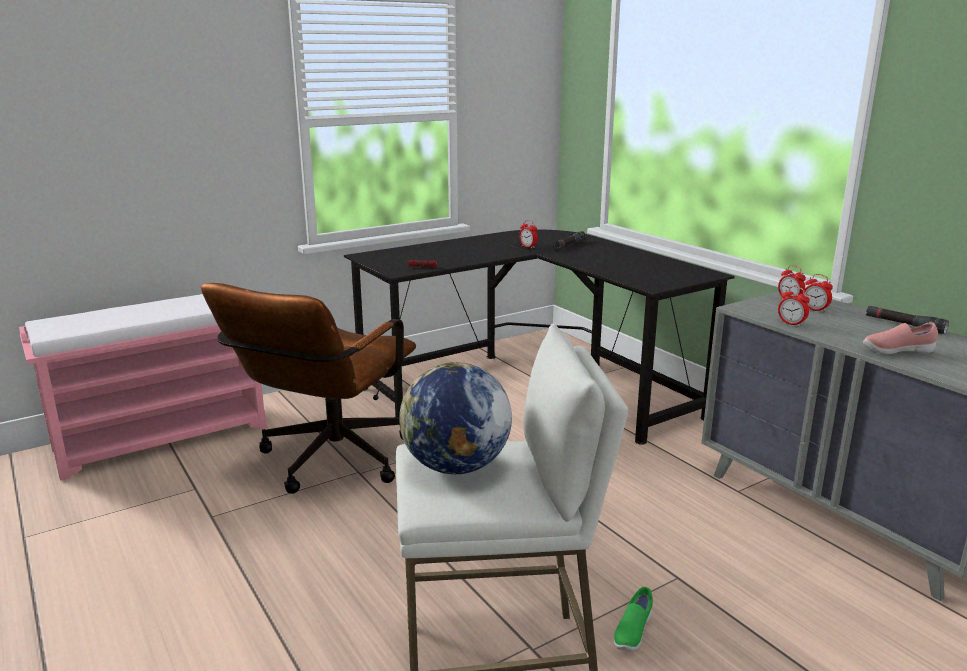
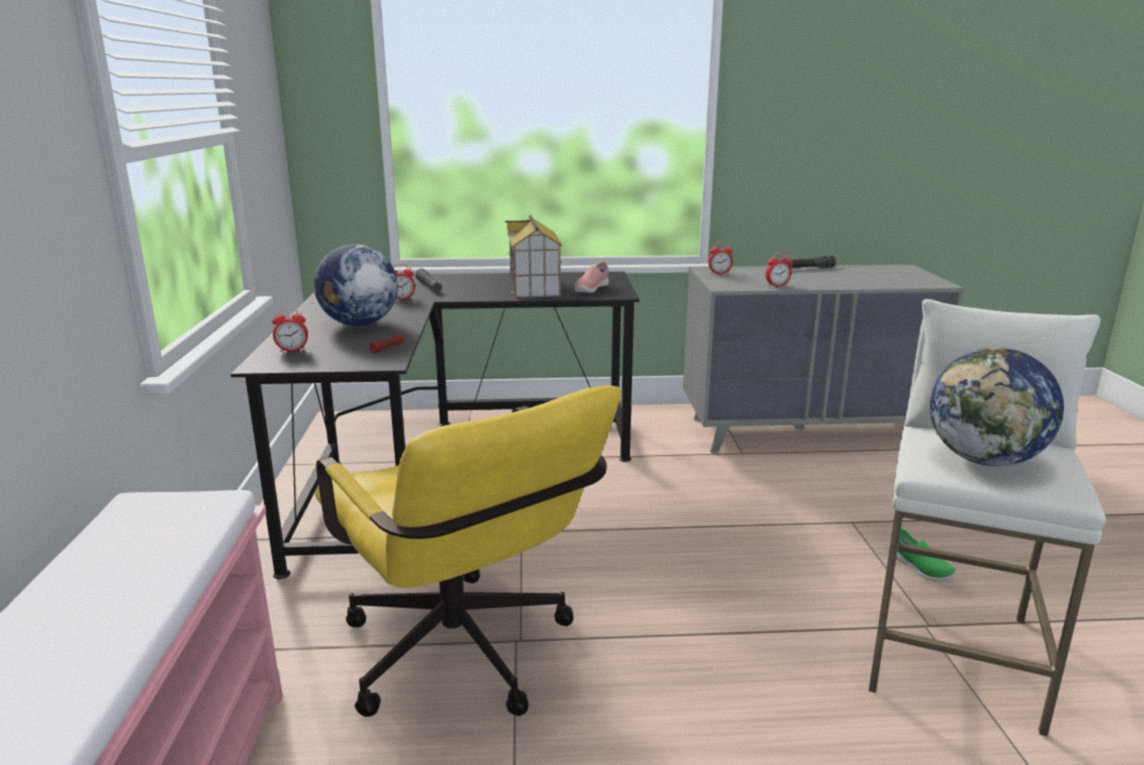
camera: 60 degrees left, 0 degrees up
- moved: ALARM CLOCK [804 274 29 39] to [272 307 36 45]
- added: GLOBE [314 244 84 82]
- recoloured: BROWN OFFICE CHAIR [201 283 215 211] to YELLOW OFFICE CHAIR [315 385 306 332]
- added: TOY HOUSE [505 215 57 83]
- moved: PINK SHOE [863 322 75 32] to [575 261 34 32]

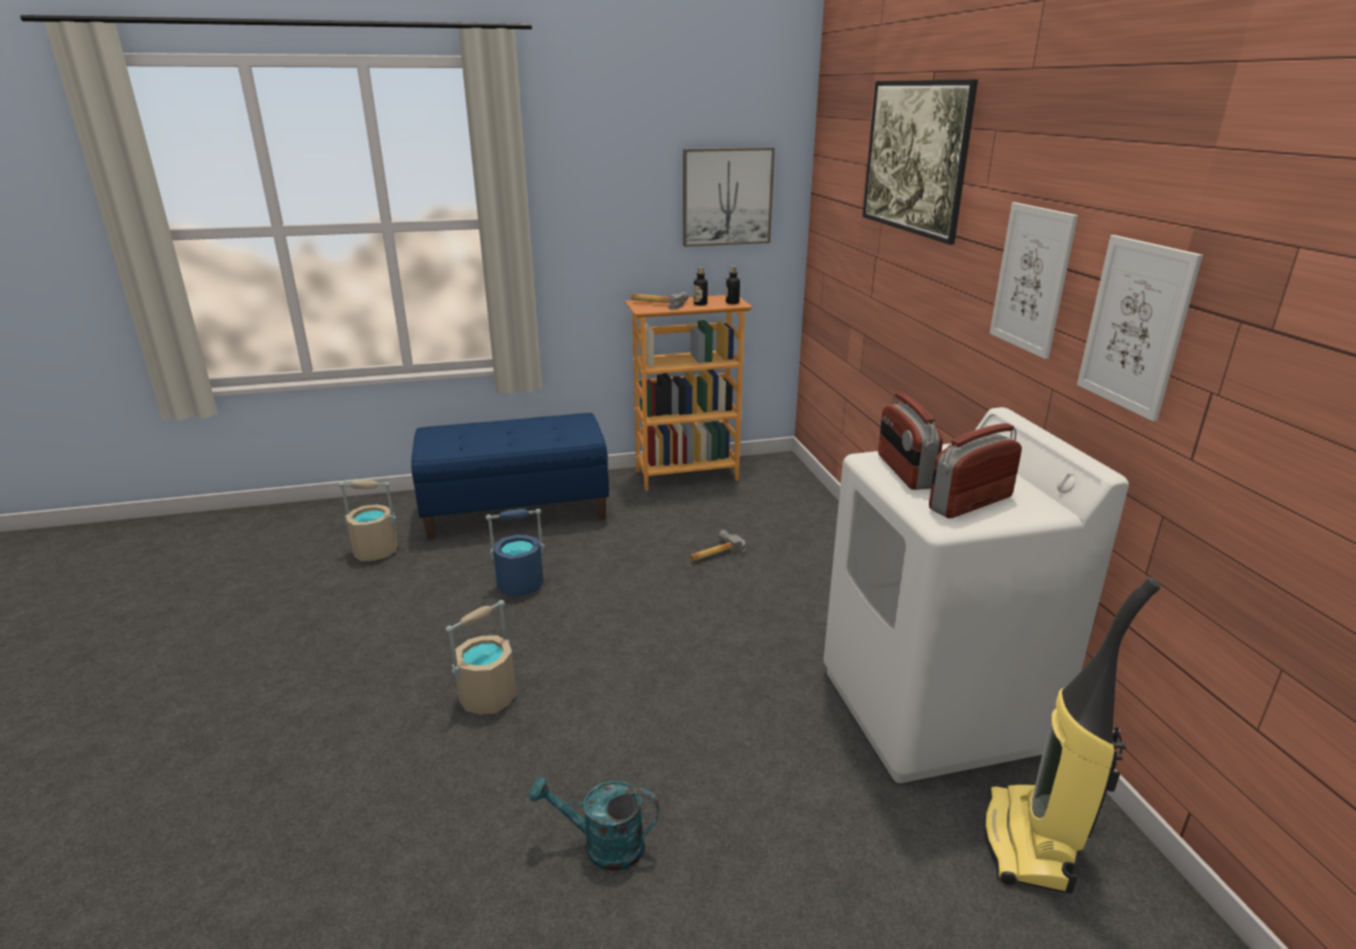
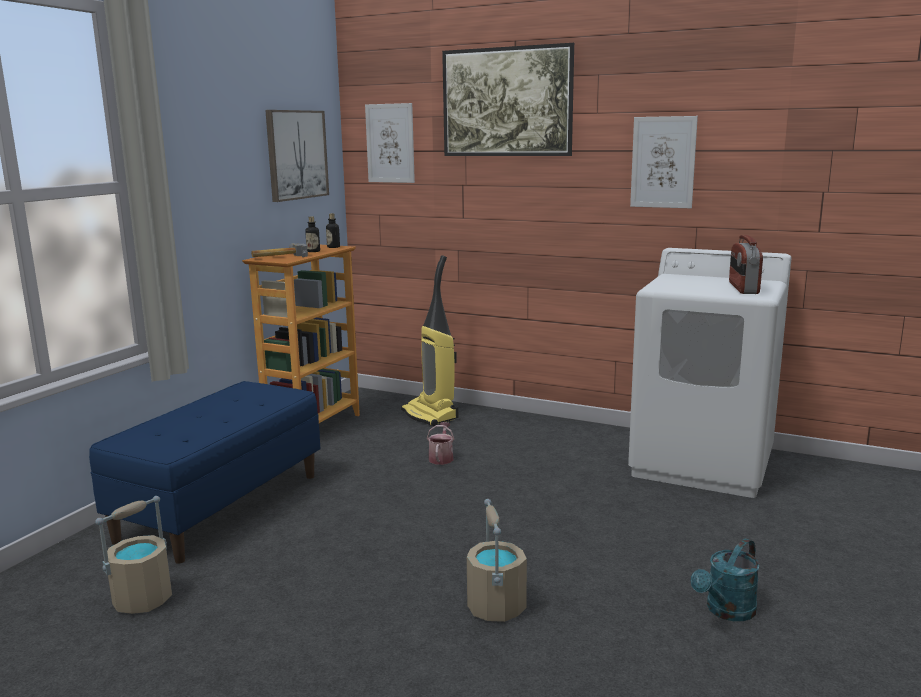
camera: 50 degrees left, 10 degrees down
- moved: PICTURE [1077 235 126 187] to [365 103 50 80]
- moved: VACUUM CLEANER [984 577 177 316] to [401 255 57 171]
- replaced: HAMMER [689 530 56 32] to WATERING CAN [427 422 27 43]
- removed: BLUE BUCKET [486 509 59 88]
- removed: RADIO [878 392 65 98]

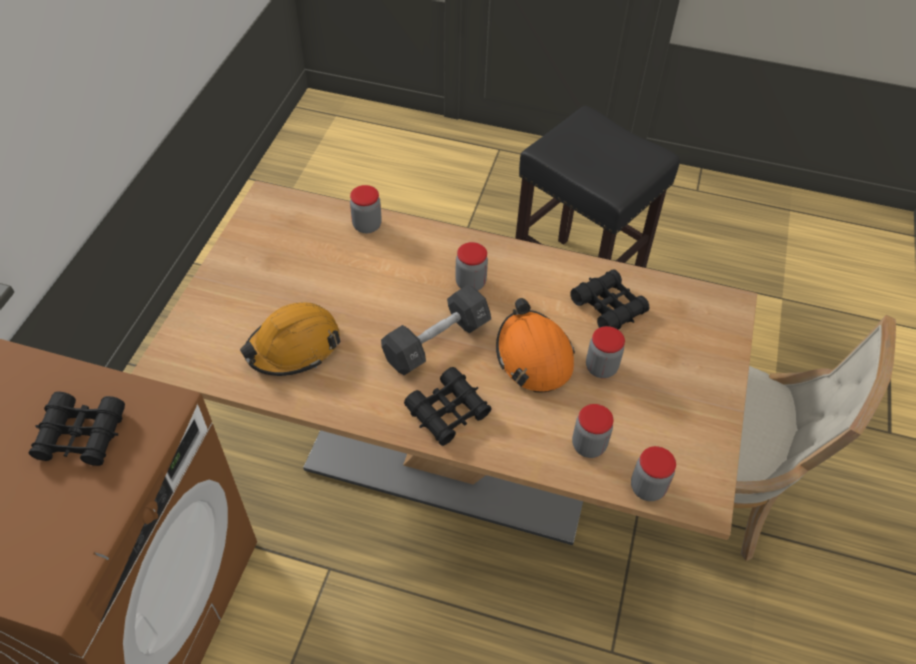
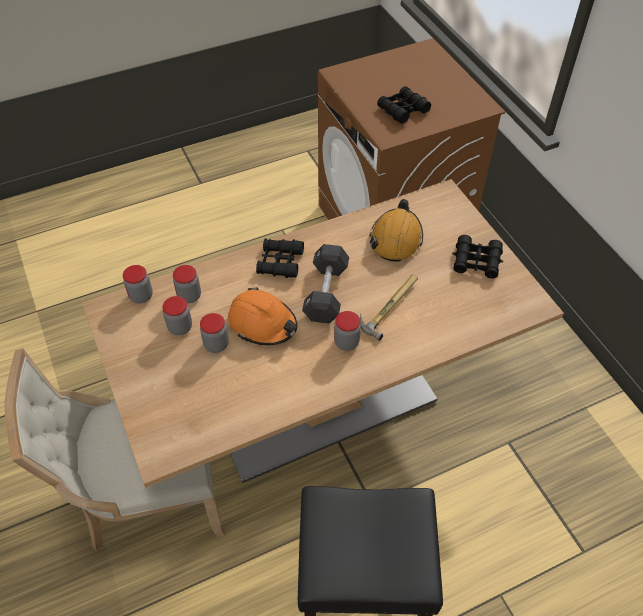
camera: 140 degrees right, 0 degrees up
- moved: JAR [350 185 32 48] to [163 296 29 39]
- added: HAMMER [360 274 58 67]
- moved: BLACK BINOCULARS [570 269 79 61] to [452 235 51 43]

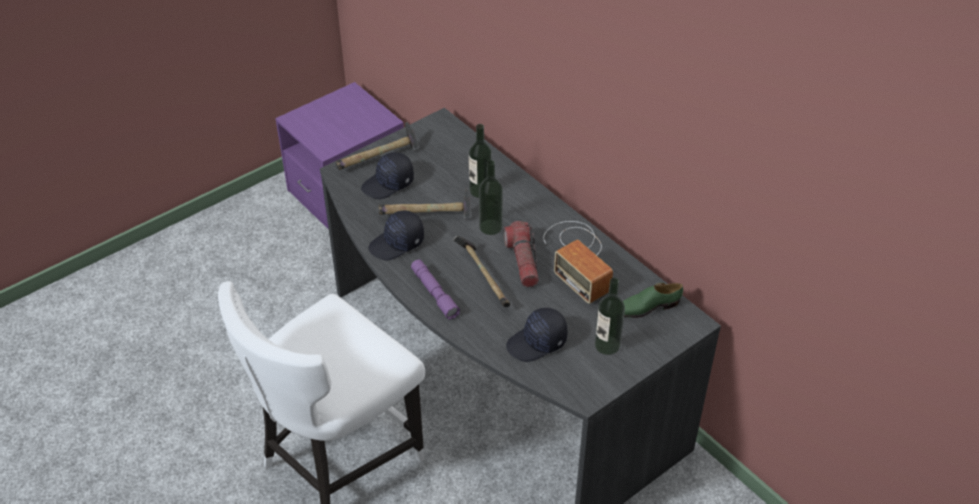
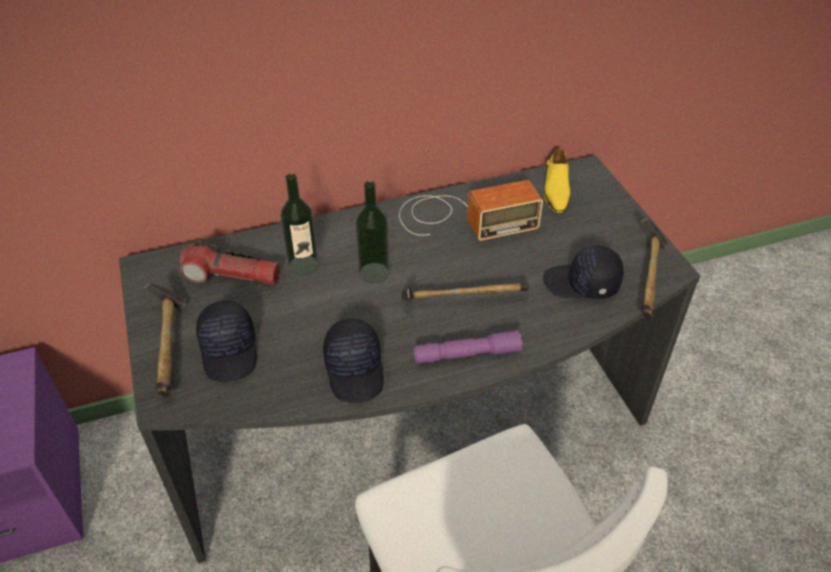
camera: 70 degrees left, 0 degrees up
- moved: FLASHLIGHT [504 221 35 66] to [180 239 100 46]
- turned: BLACK CAP [506 308 62 54] = [543 246 81 53] 105 degrees clockwise
- recoloured: GREEN SHOE [623 283 60 35] to YELLOW SHOE [544 148 26 65]
- moved: HAMMER [379 188 92 31] to [641 218 27 101]
- removed: BOTTLE [595 278 30 77]

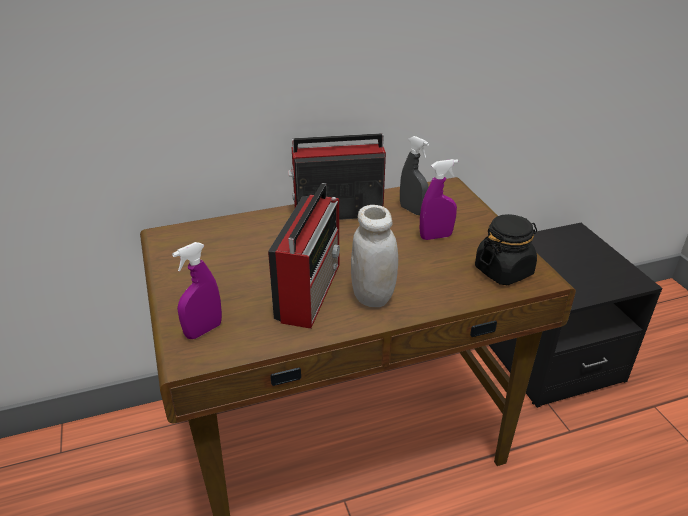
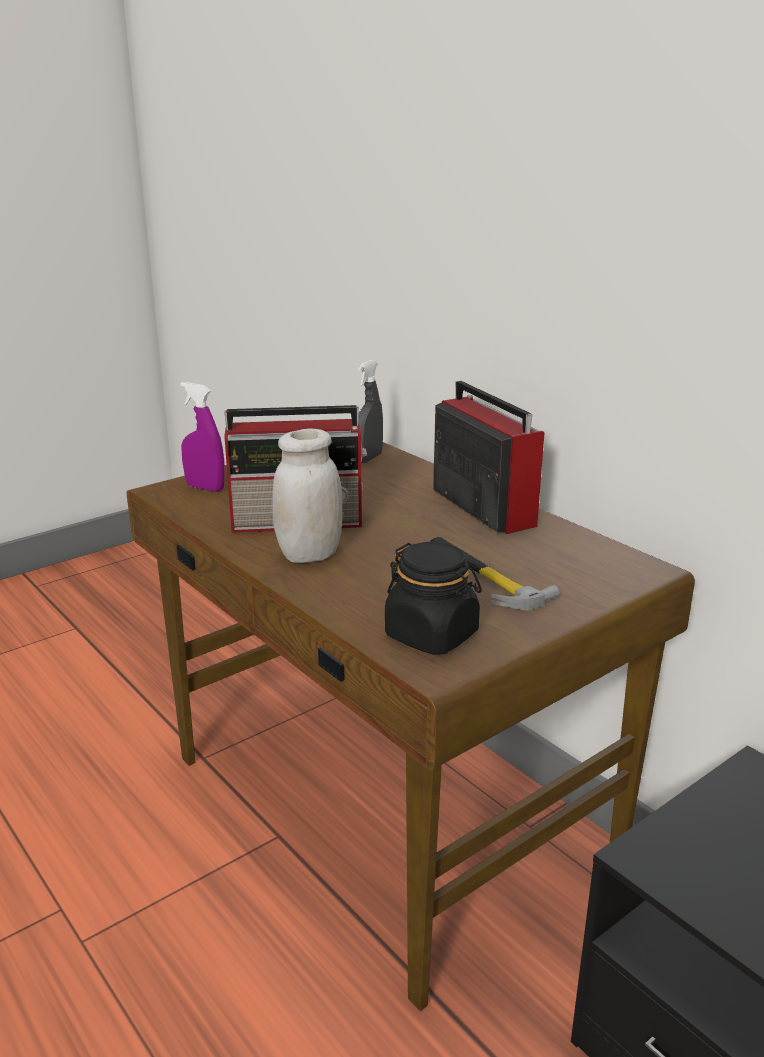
camera: 70 degrees right, 10 degrees down
- moved: GREY SPRAY BOTTLE [400 136 29 79] to [358 360 25 103]
- replaced: PURPLE SPRAY BOTTLE [420 159 38 81] to HAMMER [430 537 129 74]

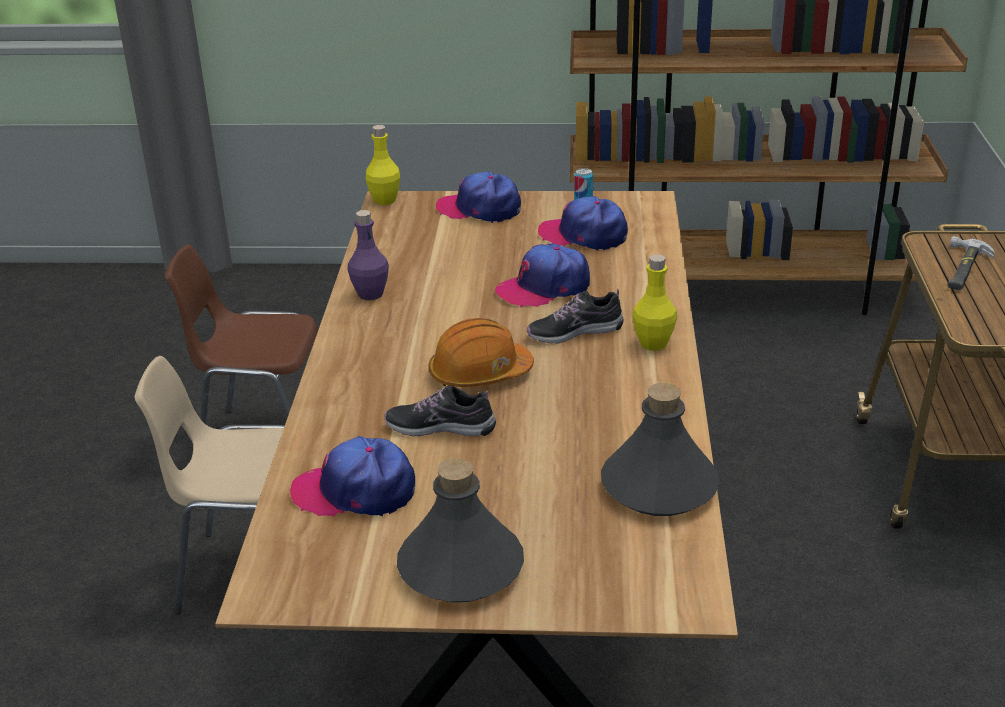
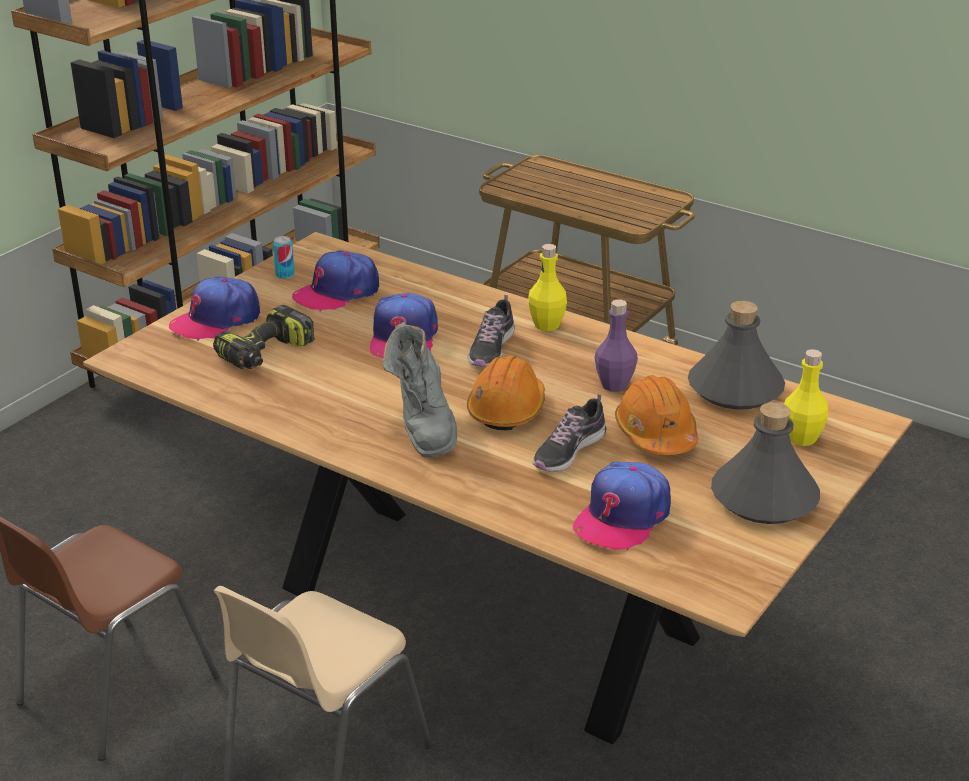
camera: 60 degrees left, 0 degrees up
- added: POWER DRILL [213 305 102 64]
- added: GREY BOOT [383 322 74 136]
- moved: PURPLE BOTTLE [347 210 42 90] to [595 299 43 93]
- added: ORANGE HARD HAT [615 376 83 79]
- moved: YELLOW BOTTLE [366 125 34 80] to [784 349 44 97]
- removed: HAMMER [947 236 48 54]

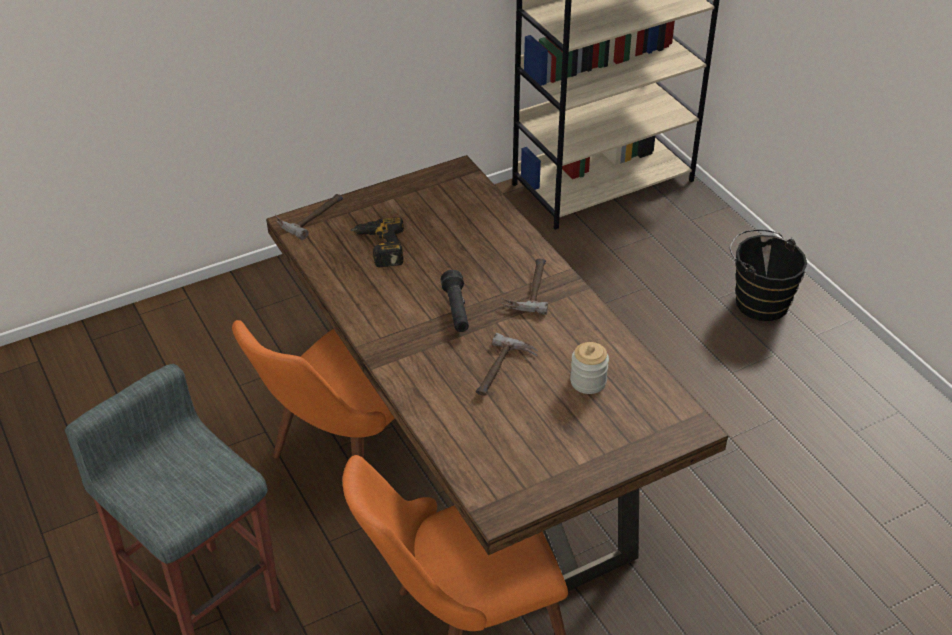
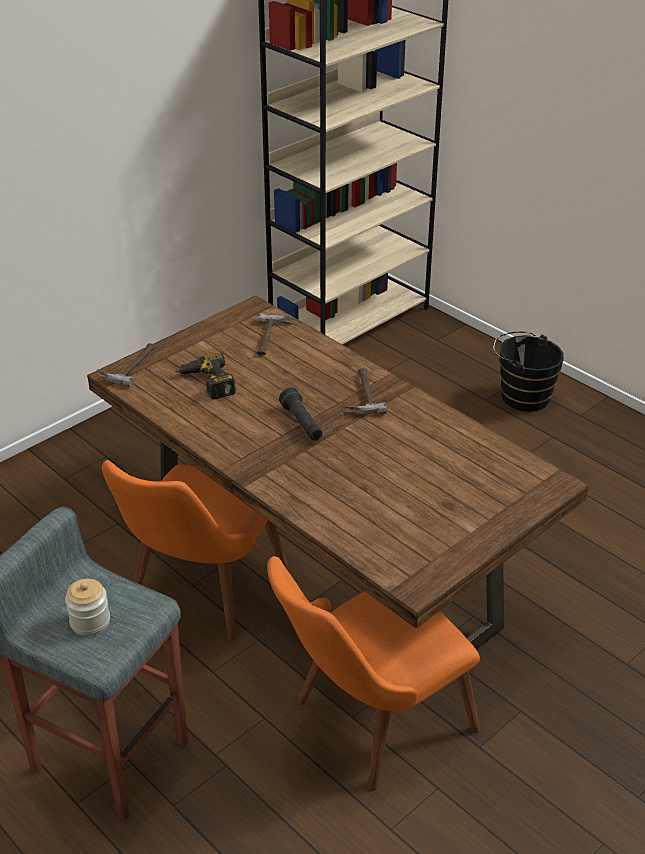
camera: 15 degrees left, 5 degrees down
- moved: JAR [570 342 39 52] to [65 579 45 57]
- moved: HAMMER [476 333 62 63] to [257 313 40 42]

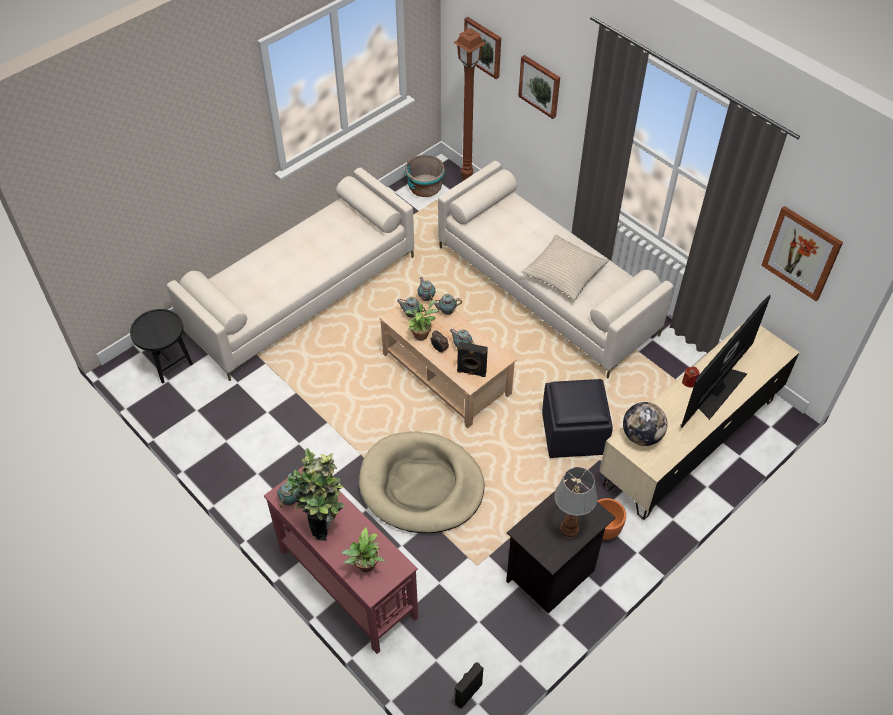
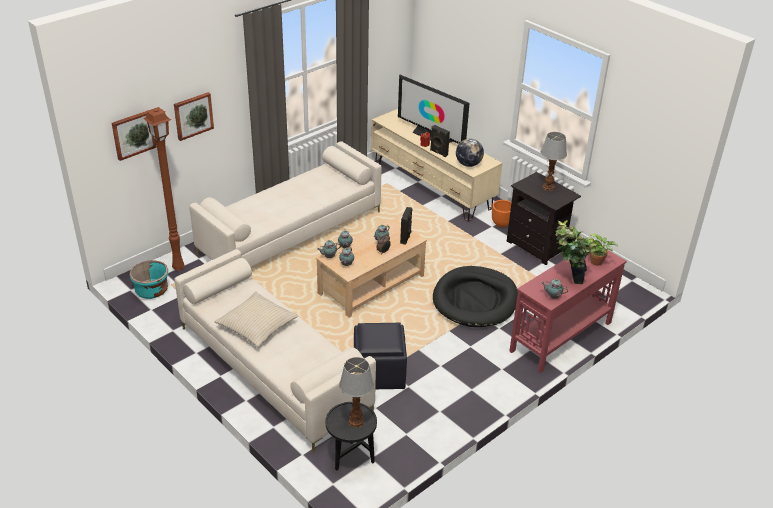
camera: 90 degrees left, 15 degrees down
- moved: BEIGE PILLOW [522 234 87 66] to [214 291 84 56]
- added: TABLE LAMP [339 357 35 71]
- moved: BLACK OTTOMAN [542 379 71 79] to [354 322 53 68]
- moved: BLACK SPEAKER [455 662 28 47] to [430 125 20 32]
- recoloured: BEIGE DOG BED [359 432 125 101] to BLACK DOG BED [433 266 85 61]
- removed: POTTED PLANT [405 300 34 41]
- removed: PICTURE [761 206 82 95]

